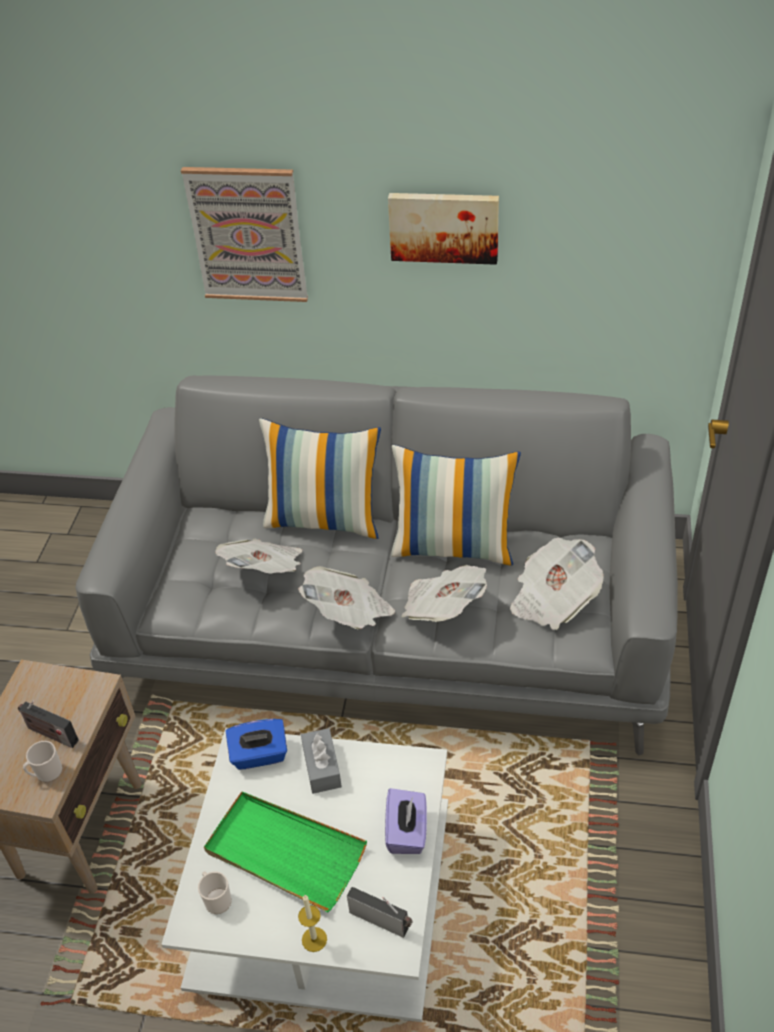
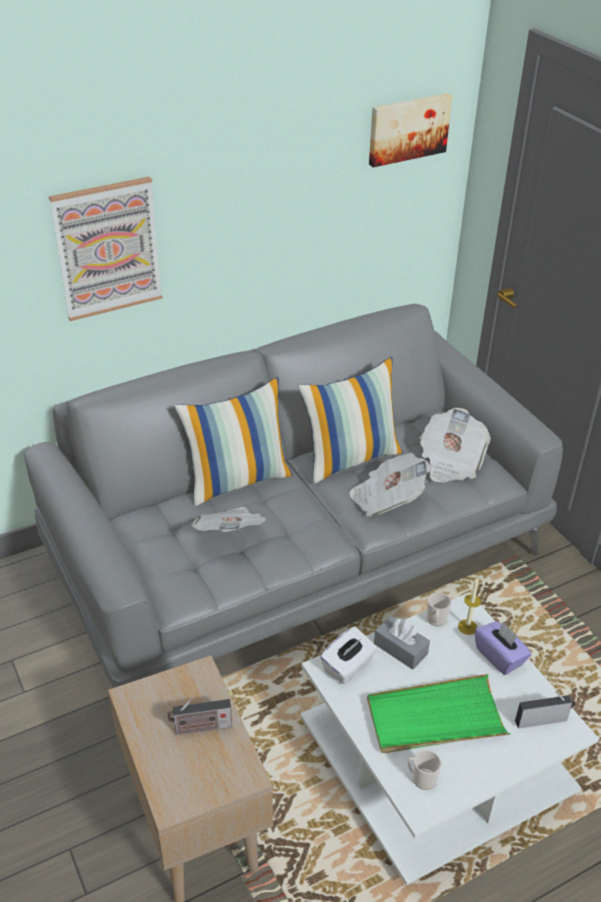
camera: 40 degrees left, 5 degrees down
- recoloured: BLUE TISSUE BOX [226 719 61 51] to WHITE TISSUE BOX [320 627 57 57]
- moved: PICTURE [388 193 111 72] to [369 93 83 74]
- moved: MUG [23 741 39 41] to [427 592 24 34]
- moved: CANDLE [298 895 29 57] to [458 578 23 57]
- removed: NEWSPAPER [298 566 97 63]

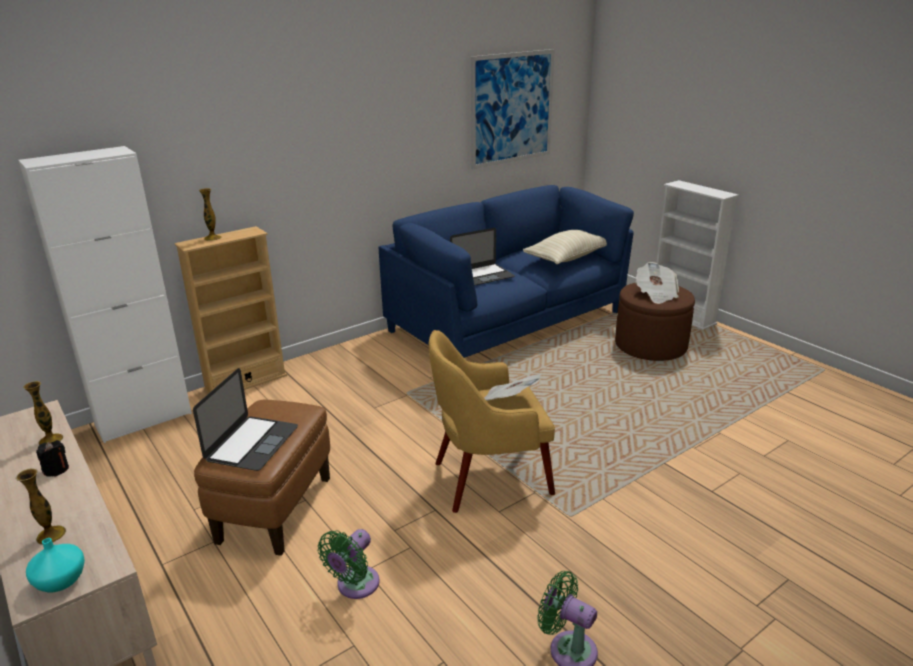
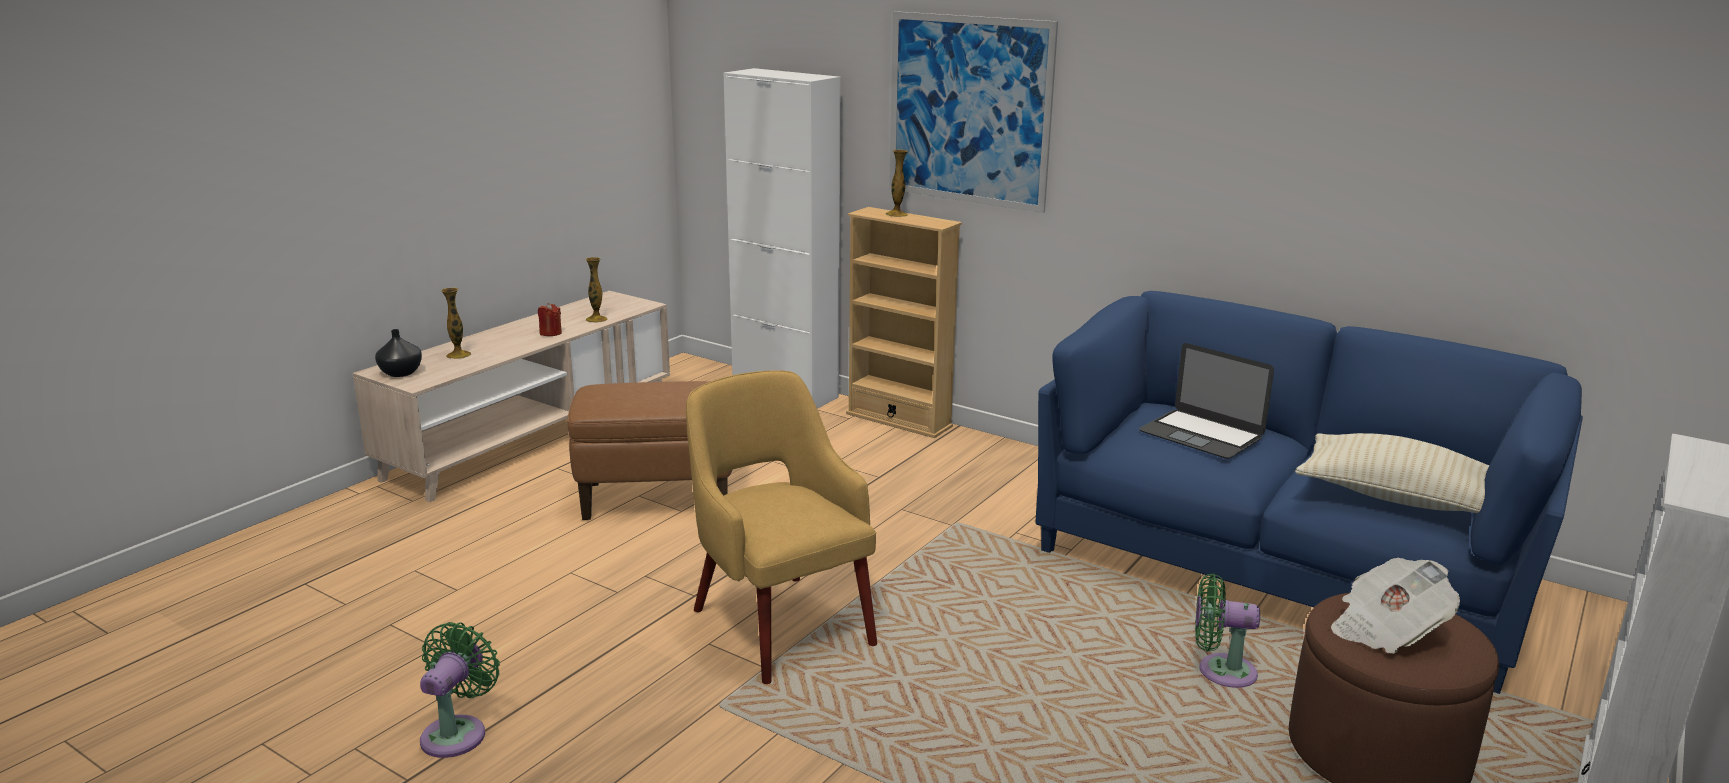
camera: 70 degrees right, 5 degrees down
- recoloured: TURQUOISE VASE [26 538 59 54] to BLACK VASE [375 329 47 48]
- recoloured: BLACK CANDLE [36 440 33 37] to RED CANDLE [538 303 24 33]
- moved: PICTURE [471 49 84 120] to [889 11 169 202]
- moved: GREEN FAN [318 529 61 70] to [1195 573 65 115]
- removed: LAPTOP [193 368 105 103]
- removed: NEWSPAPER [484 374 58 27]

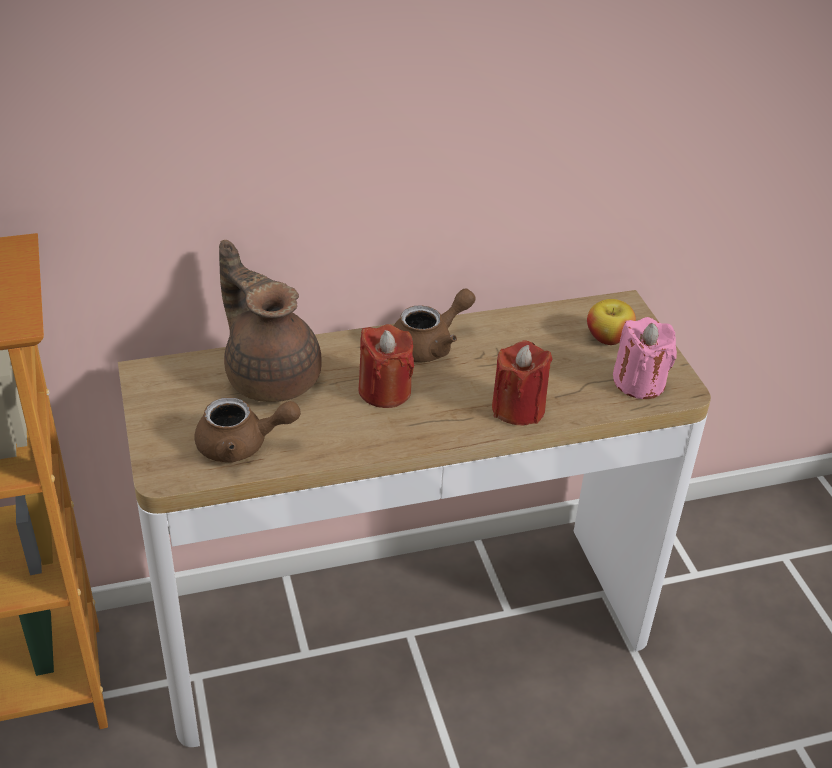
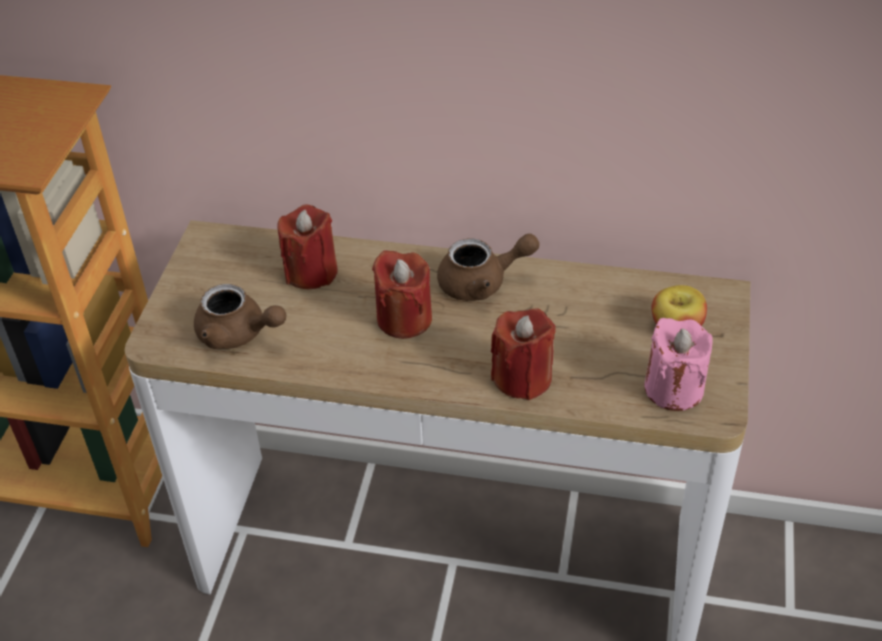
camera: 30 degrees right, 5 degrees up
- replaced: BROWN TEAPOT [219 240 103 162] to RED CANDLE [277 205 61 84]

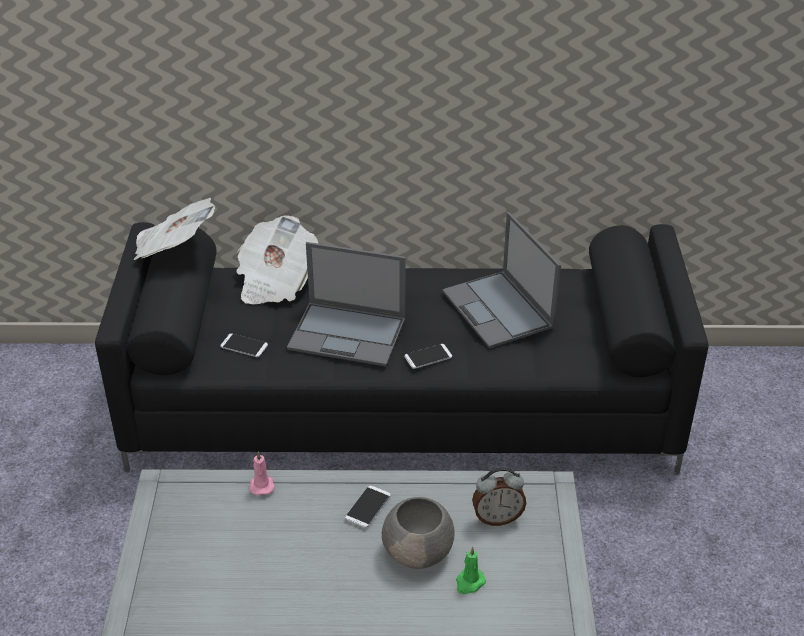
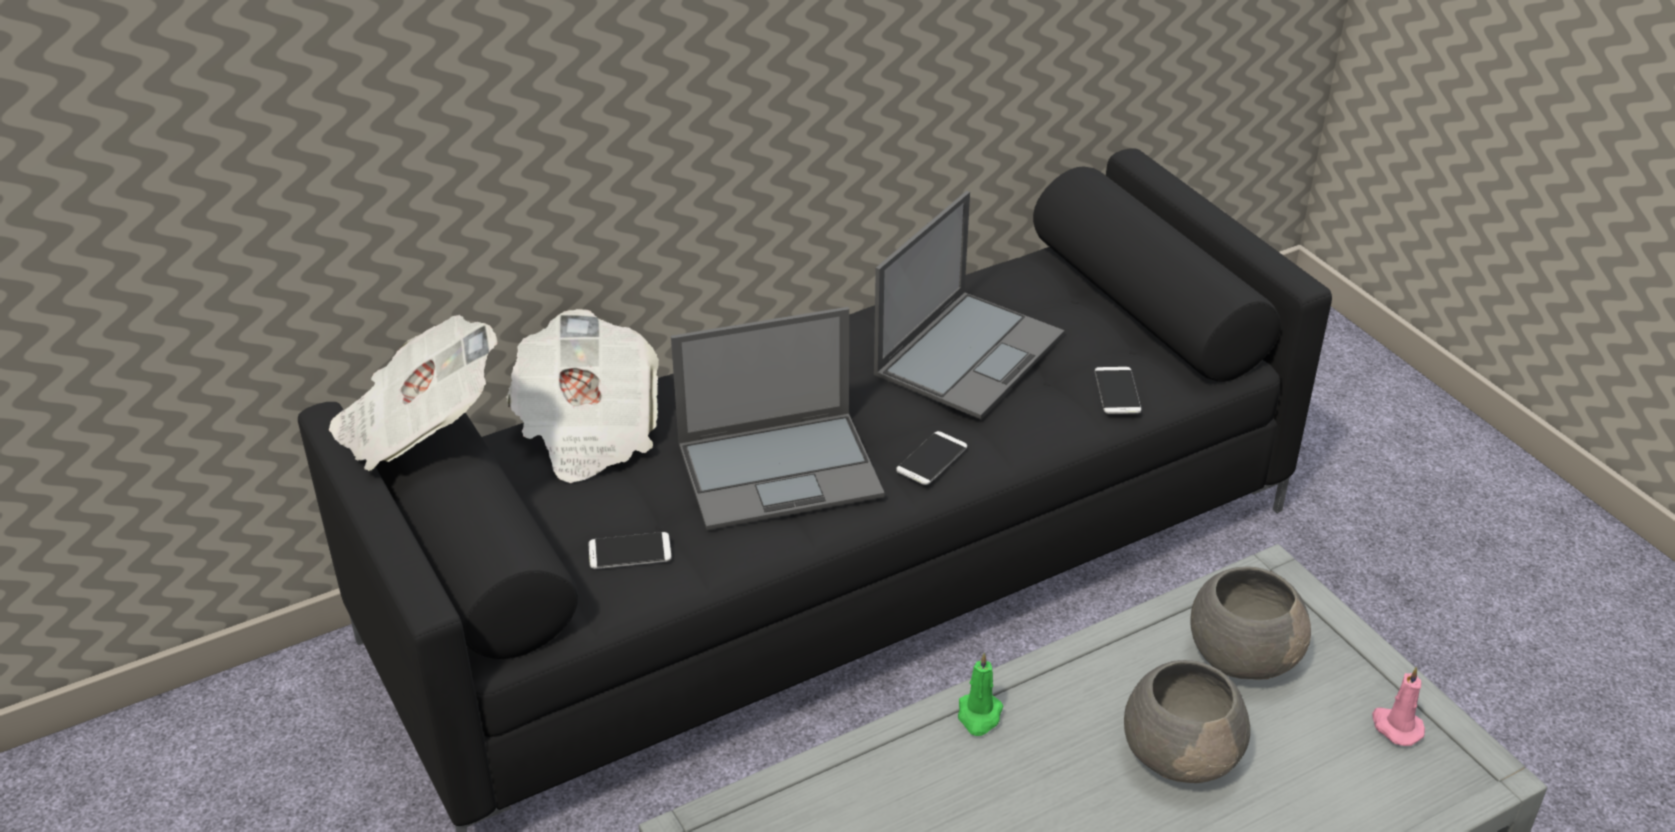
camera: 30 degrees left, 0 degrees up
- turned: LAPTOP [442 212 119 136] = [874 191 190 228] 90 degrees counterclockwise
- moved: GREEN CANDLE [456 546 30 48] to [958 653 45 83]
- moved: PHONE [345 485 46 43] to [1095 367 46 47]
- replaced: ALARM CLOCK [472 467 54 59] to GREY BOWL [1190 567 121 112]
- moved: PINK CANDLE [249 451 26 44] to [1372 666 53 80]

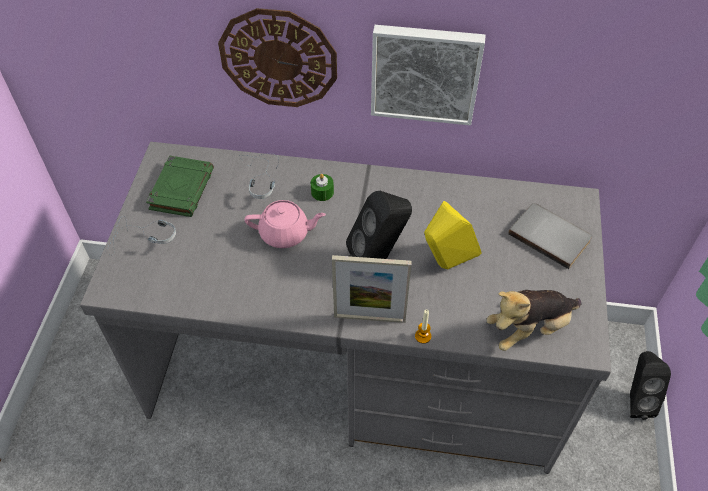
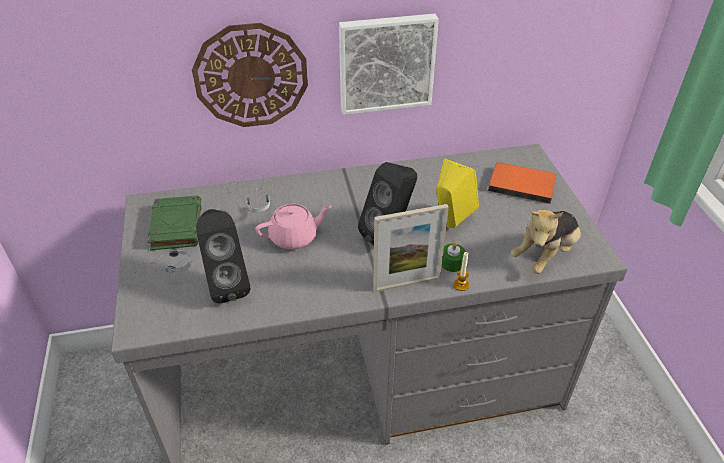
camera: 20 degrees left, 10 degrees down
- moved: BLACK SPEAKER [630 351 41 69] to [196 209 54 94]
- moved: GREEN CANDLE [311 174 23 27] to [442 242 24 30]
- recoloured: GREY BOOK [508 203 84 66] to ORANGE BOOK [488 162 68 42]

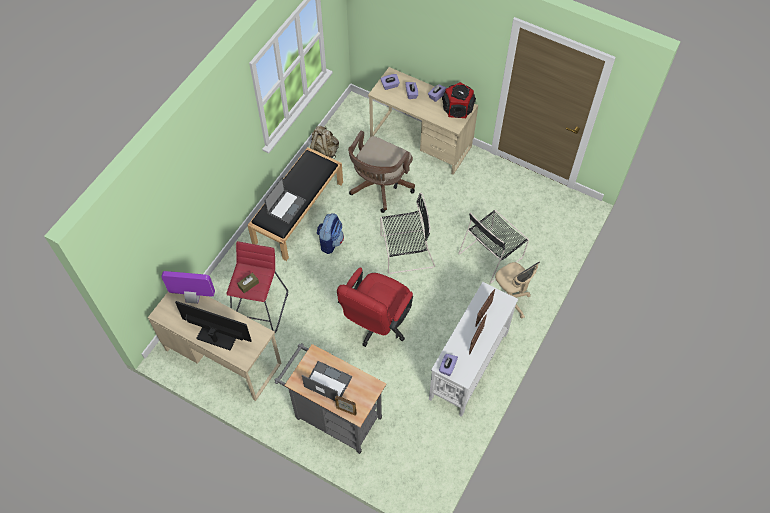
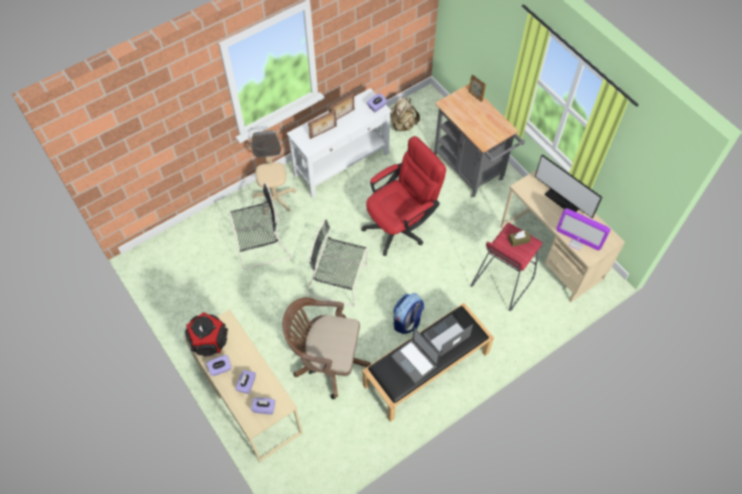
camera: 155 degrees left, 0 degrees up
- turned: BROWN OFFICE CHAIR [348 131 67 82] = [282 297 89 102] 135 degrees counterclockwise
- moved: BEIGE BACKPACK [310 126 29 33] to [390 97 30 34]
- moved: LAPTOP [302 361 50 40] to [391 328 49 56]

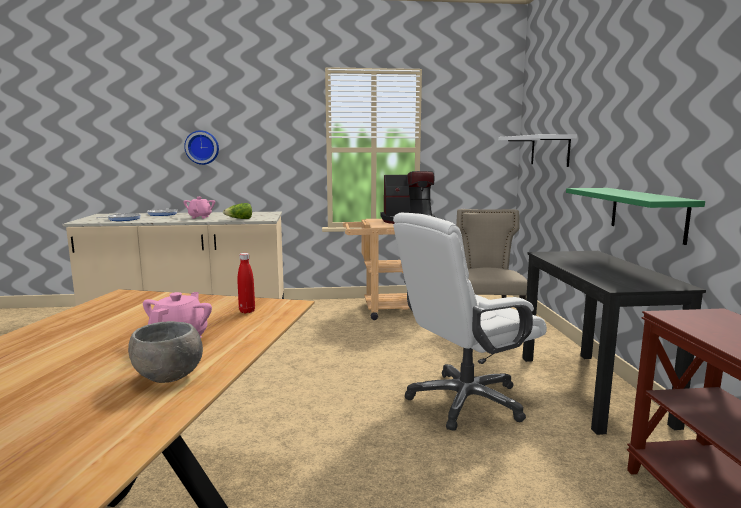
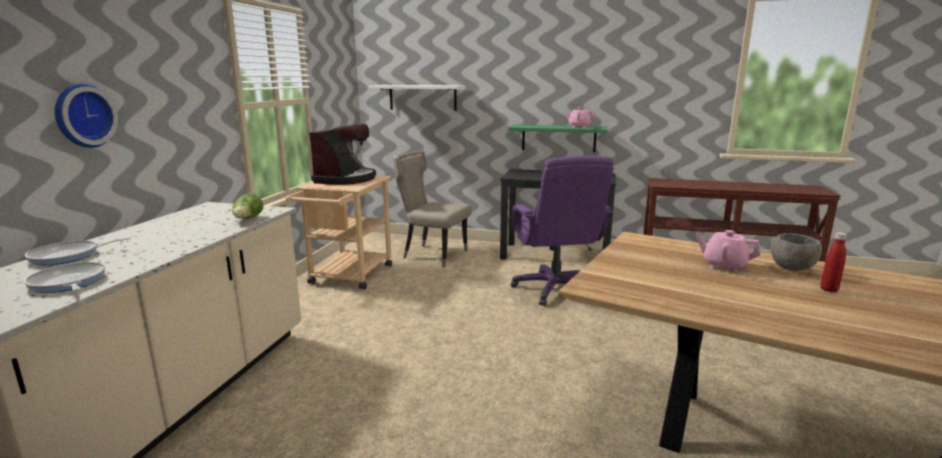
camera: 70 degrees left, 5 degrees up
- recoloured: WHITE OFFICE CHAIR [393 213 154 218] to PURPLE OFFICE CHAIR [511 156 103 150]
- moved: PINK TEAPOT [183 197 32 22] to [564 107 32 21]
- moved: RED BOTTLE [237 253 18 60] to [821 232 26 60]

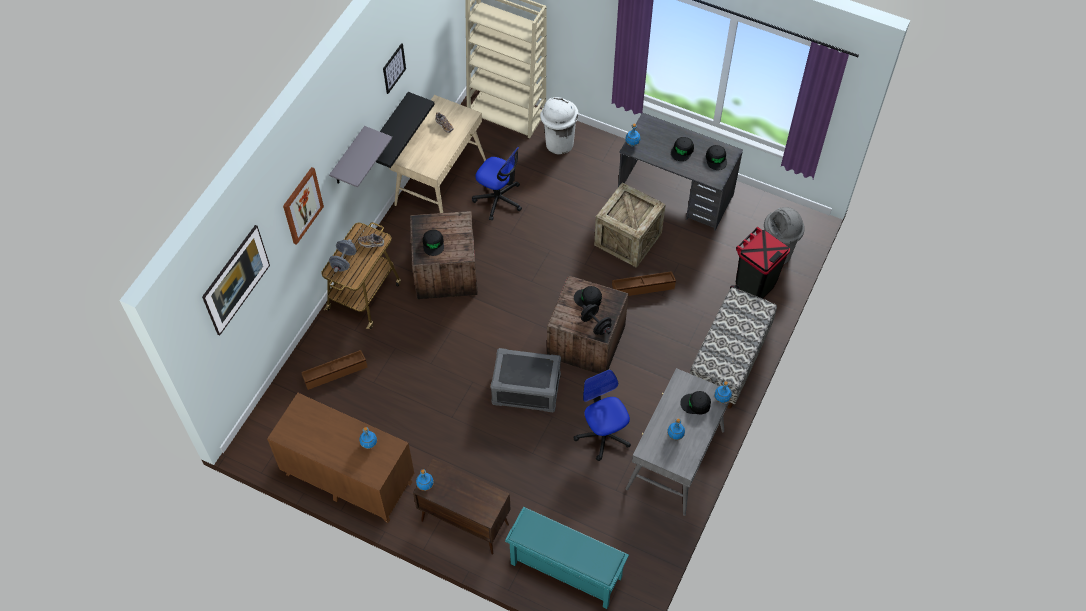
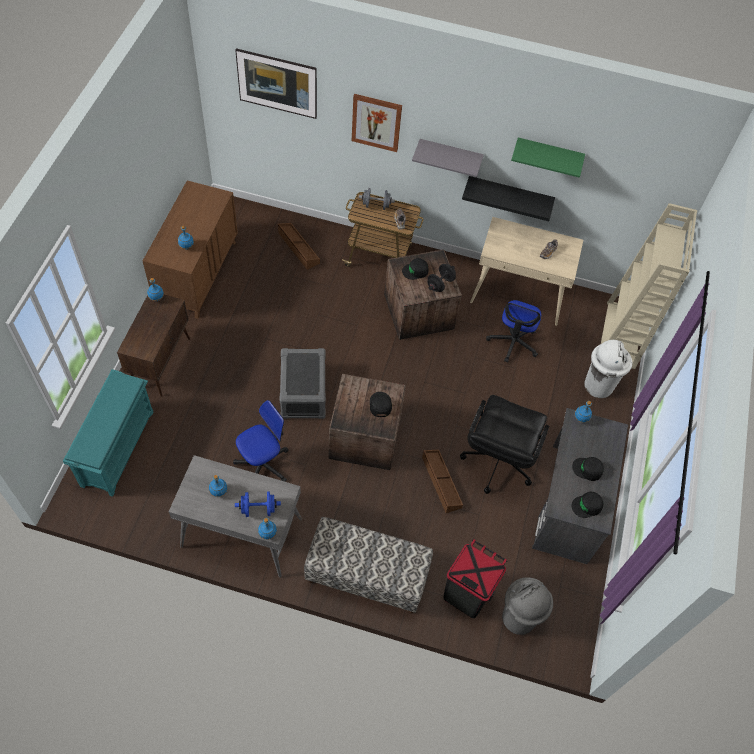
camera: 75 degrees right, 0 degrees up
- replaced: BLACK CAP [680 391 31 24] to BLUE DUMBBELL [235 491 46 26]
- moved: BLACK DUMBBELL [581 304 31 31] to [428 264 28 28]
- replaced: CRATE [594 182 72 86] to BLACK OFFICE CHAIR [460 395 89 99]
- replaced: PICTURE [383 43 23 51] to GREEN SHELF [511 138 74 40]

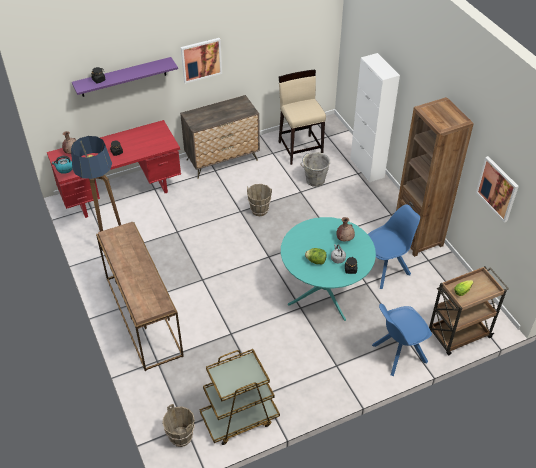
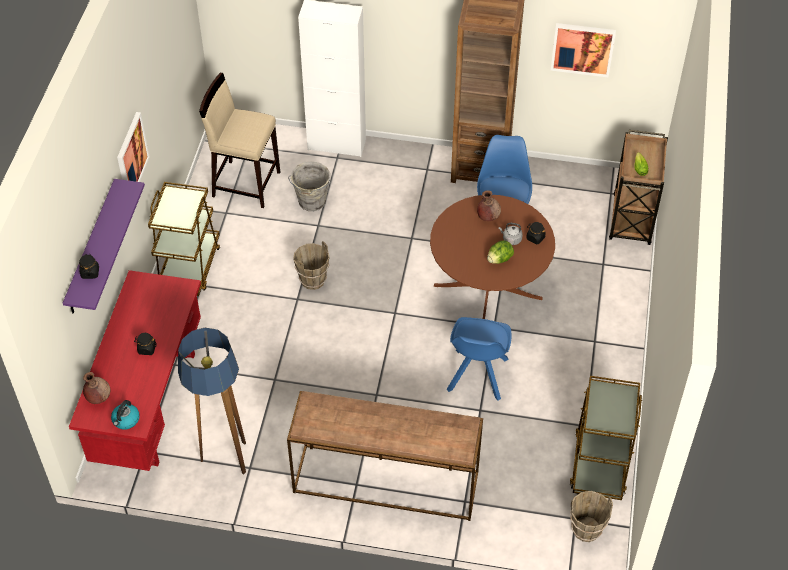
camera: 55 degrees left, 5 degrees up
- replaced: DRESSER [180 95 80 84] to BROWN CART [148 182 72 114]
- recoloured: TURQUOISE DINING TABLE [281 217 95 104] to BROWN DINING TABLE [430 195 125 124]
- moved: BLUE CHAIR [372 304 60 72] to [447 317 64 84]

